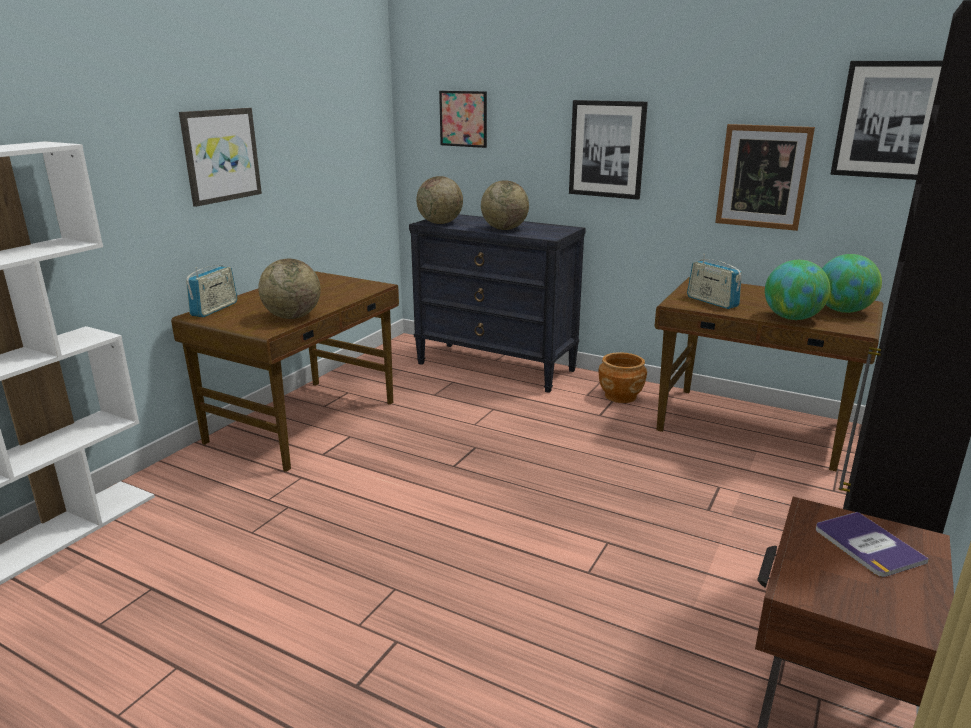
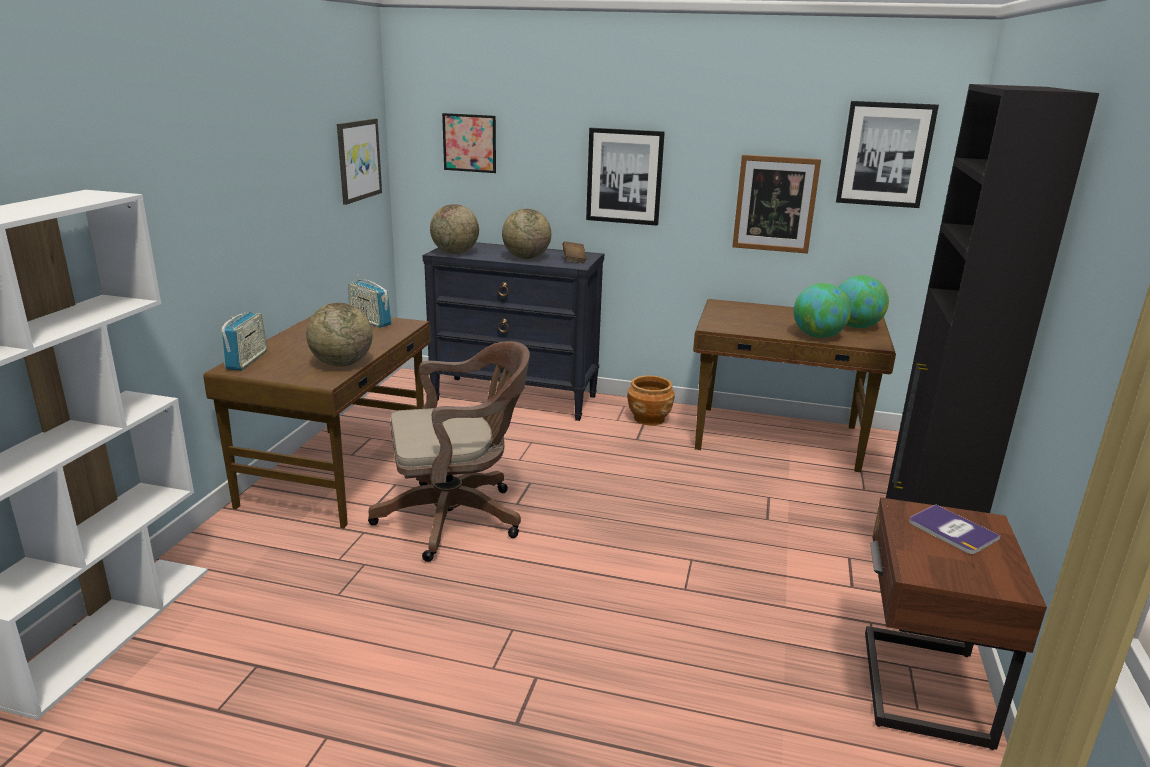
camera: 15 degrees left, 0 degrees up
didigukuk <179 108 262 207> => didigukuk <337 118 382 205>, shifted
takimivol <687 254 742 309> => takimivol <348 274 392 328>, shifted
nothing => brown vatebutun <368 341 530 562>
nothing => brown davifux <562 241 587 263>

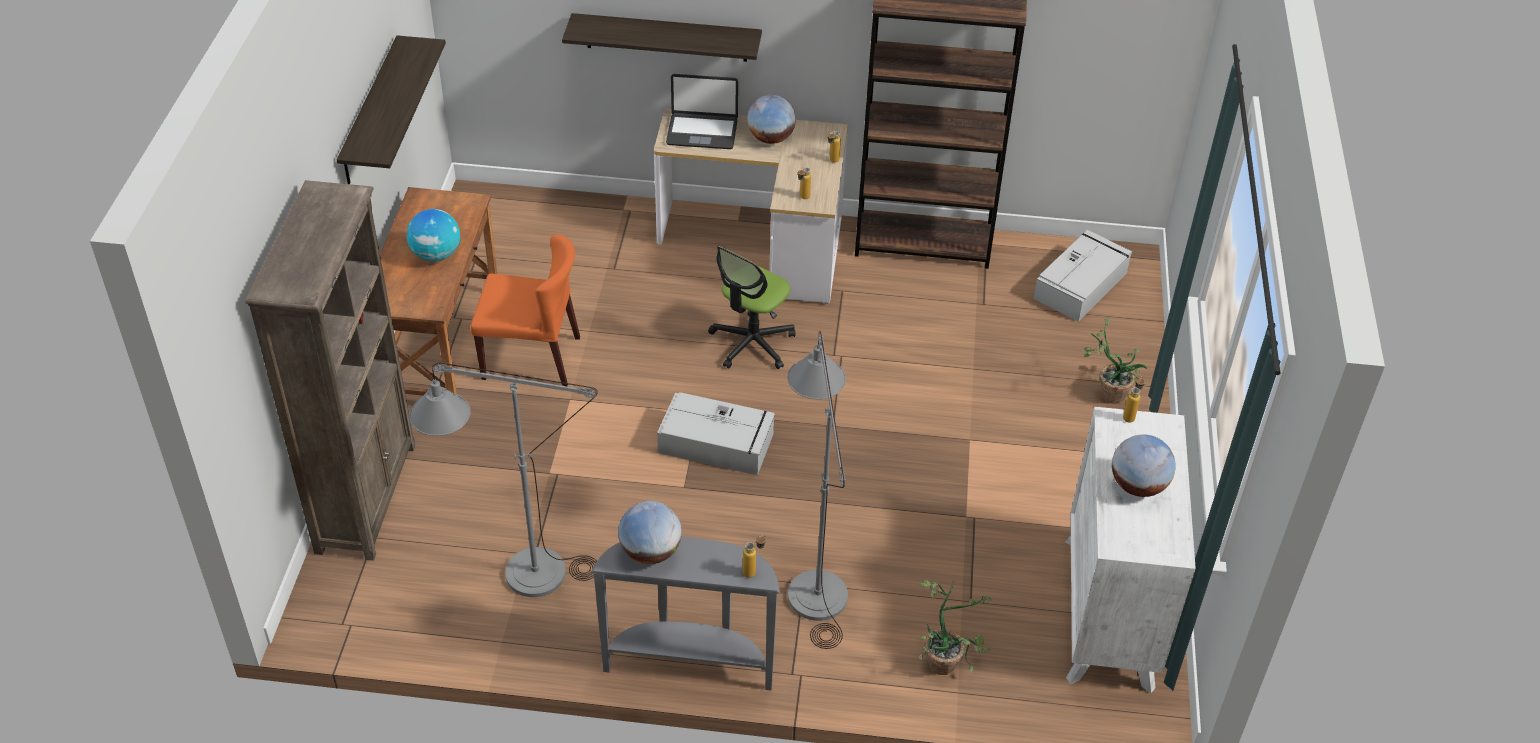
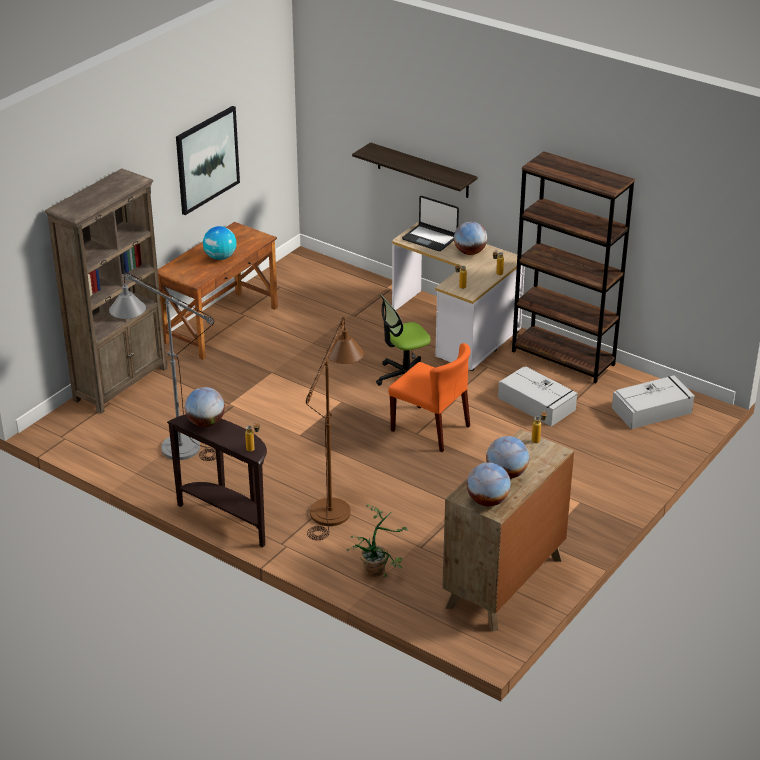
camera: 30 degrees right, 10 degrees down
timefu <337 35 446 184> => didigukuk <176 106 240 215>
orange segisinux <471 234 580 386> => orange segisinux <388 343 471 452>, shifted
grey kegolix <591 537 780 691> => brown kegolix <167 414 267 547>
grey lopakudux <657 392 775 475> => grey lopakudux <498 367 578 426>, shifted
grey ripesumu <787 331 848 649> => brown ripesumu <306 317 364 540>
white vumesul <1065 407 1196 693> => brown vumesul <442 429 574 632>
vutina <1084 319 1147 404> => nothing
nothing => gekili <467 462 511 506>

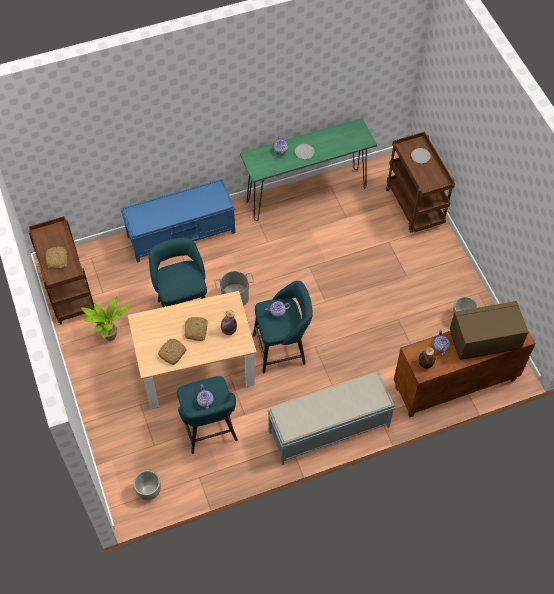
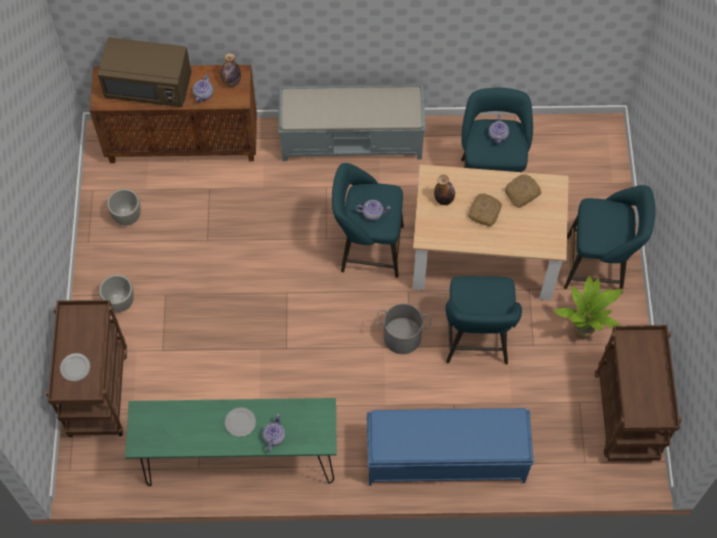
camera: 160 degrees left, 5 degrees up
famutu <46 247 68 269> => nothing
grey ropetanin <133 470 161 500> => grey ropetanin <99 275 134 312>, shifted
nothing => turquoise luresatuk <564 185 655 294>

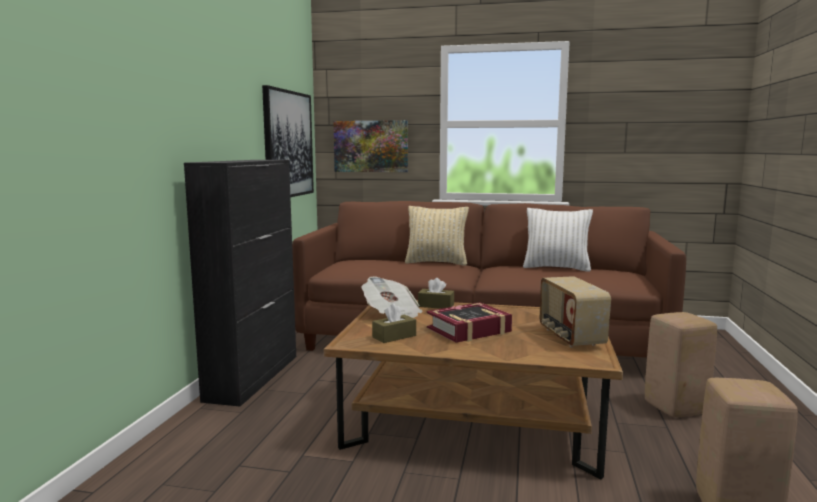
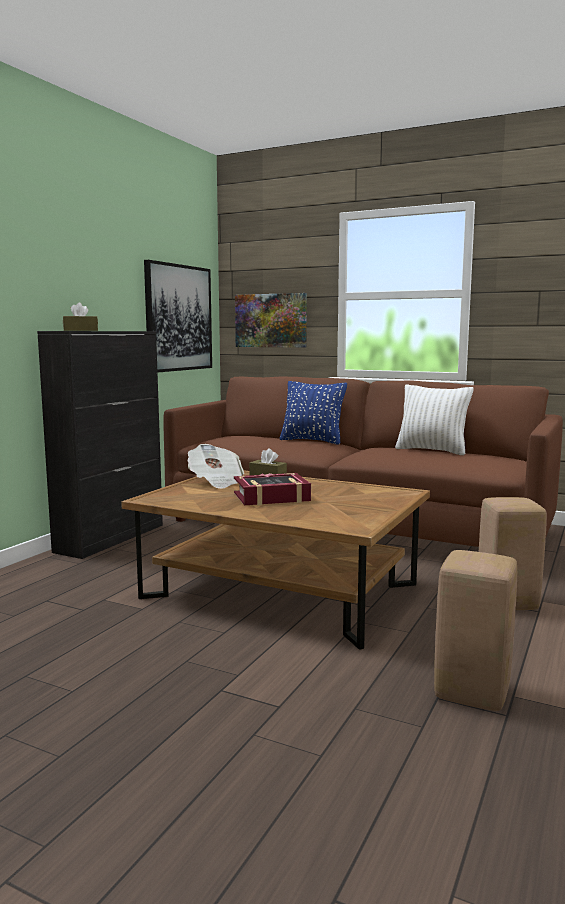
camera: 15 degrees right, 0 degrees up
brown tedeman <372 303 416 343> => brown tedeman <63 303 98 331>, shifted
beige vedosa <405 206 469 266> => blue vedosa <280 381 347 445>
takimivol <540 276 611 347> => nothing

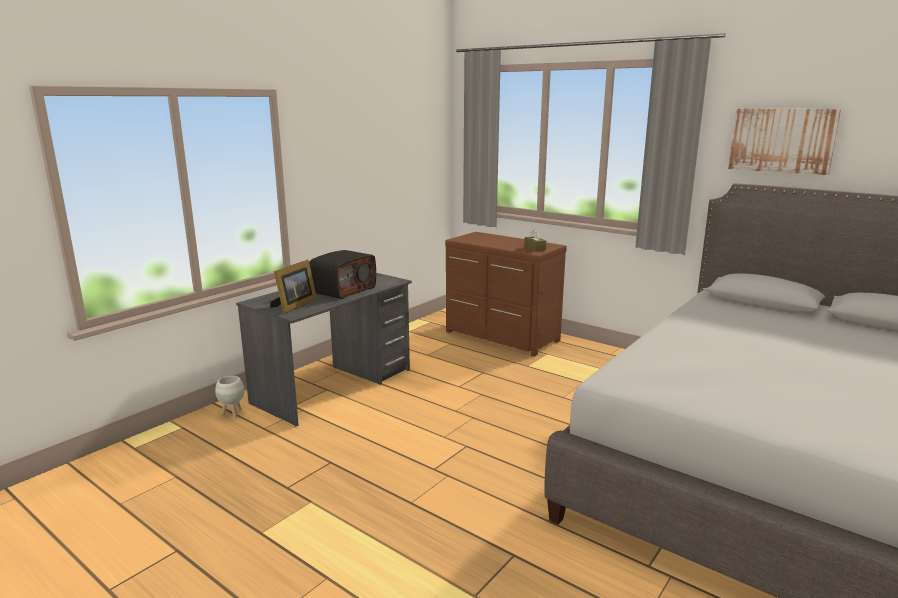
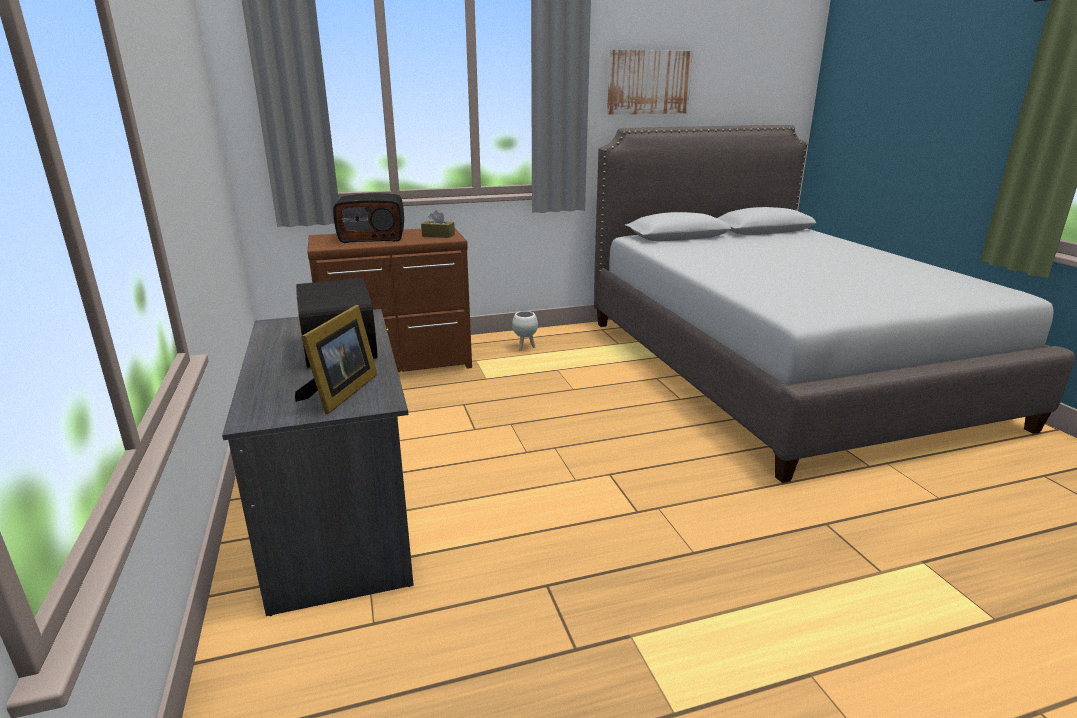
camera: 55 degrees left, 5 degrees up
white ropetanin <215 376 245 418> => white ropetanin <512 311 538 351>, shifted
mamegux <270 260 317 314> => mamegux <295 305 378 414>, 45 degrees clockwise
nothing => takimivol <333 193 404 243>

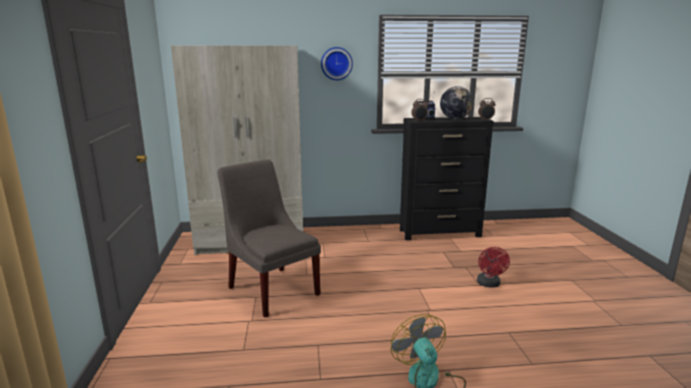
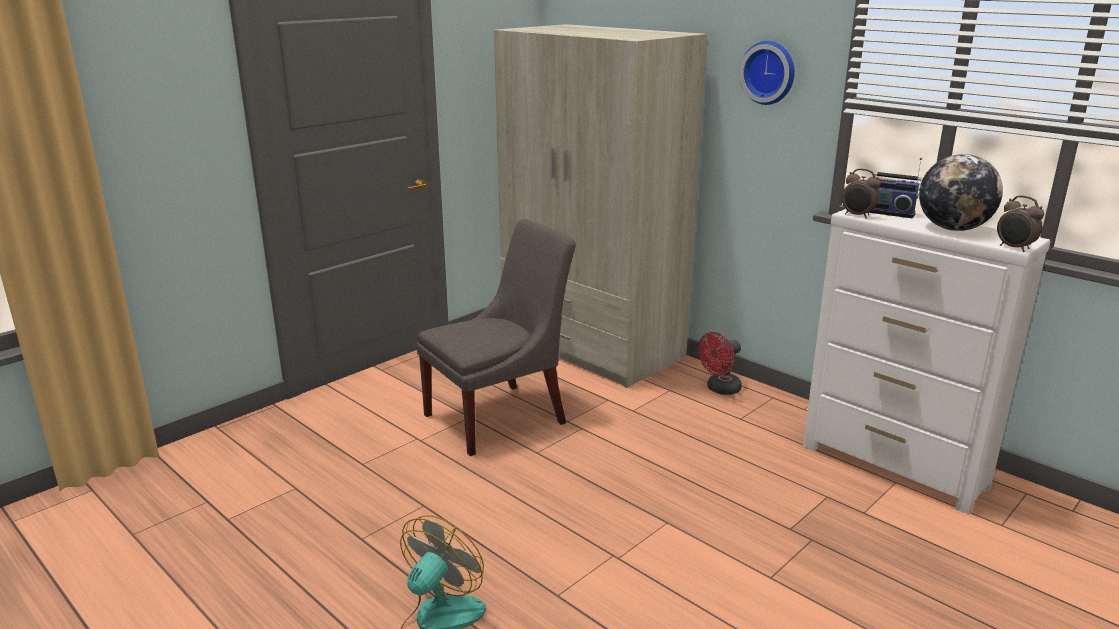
camera: 50 degrees right, 5 degrees up
grey segisinux <217 160 321 317> => grey segisinux <417 219 576 456>, 45 degrees clockwise
black vumesul <400 117 494 240> => white vumesul <803 209 1050 514>
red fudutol <477 247 510 287> => red fudutol <698 332 742 395>, shifted

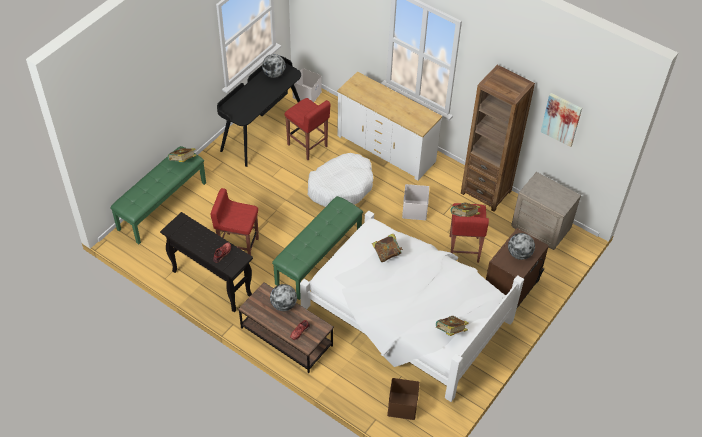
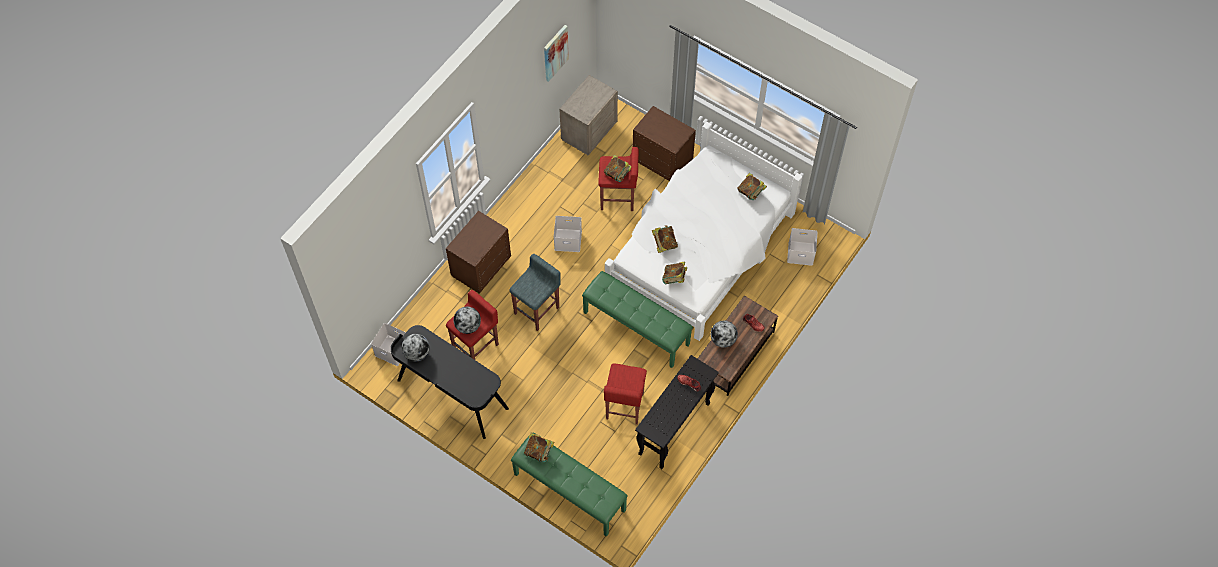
camera: 90 degrees left, 10 degrees up
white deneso <308 153 373 207> => grey luresatuk <509 254 561 331>
white vumesul <337 72 442 181> => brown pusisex <446 211 511 293>
brown lopakudux <387 378 420 420> => white lopakudux <787 228 818 266>
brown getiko <461 65 535 212> => nothing
gekili <508 233 535 260> => gekili <453 307 481 334>, shifted
nothing => davifux <662 261 687 284>

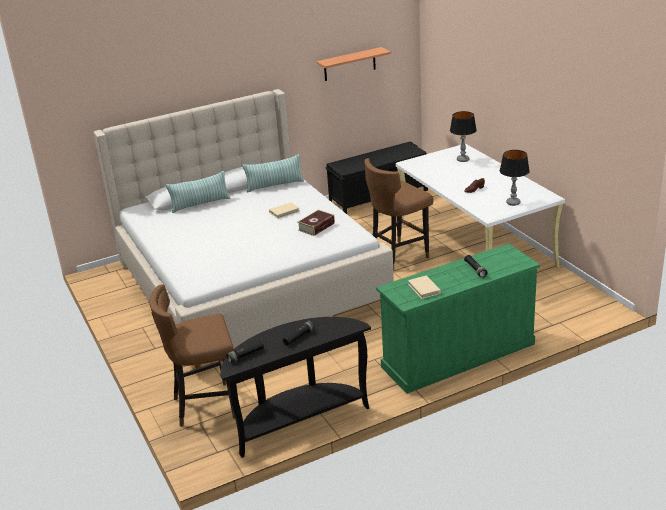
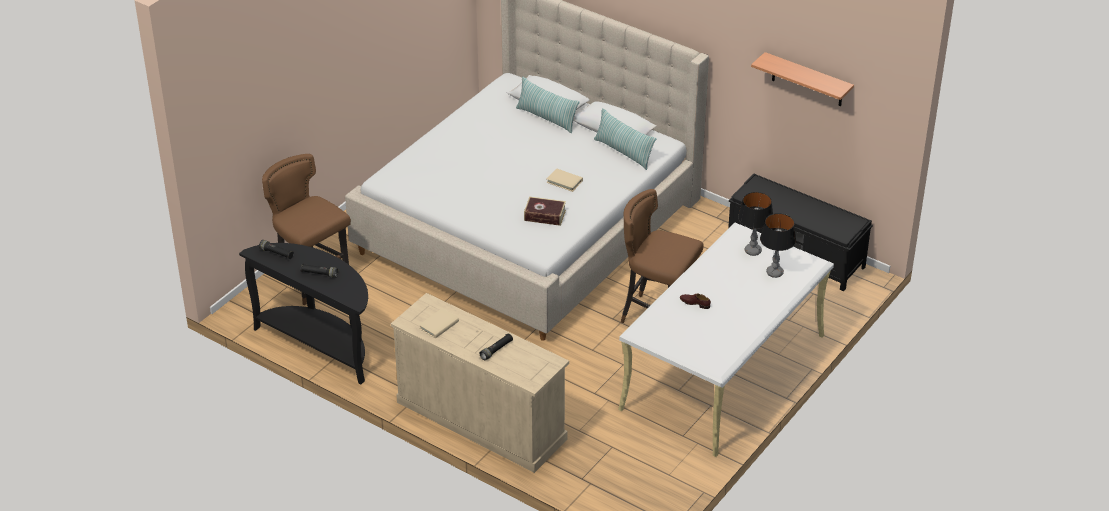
camera: 60 degrees right, 10 degrees up
green vumesul <376 243 540 394> => beige vumesul <391 293 569 473>
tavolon <500 150 530 206> => tavolon <738 192 773 256>, shifted

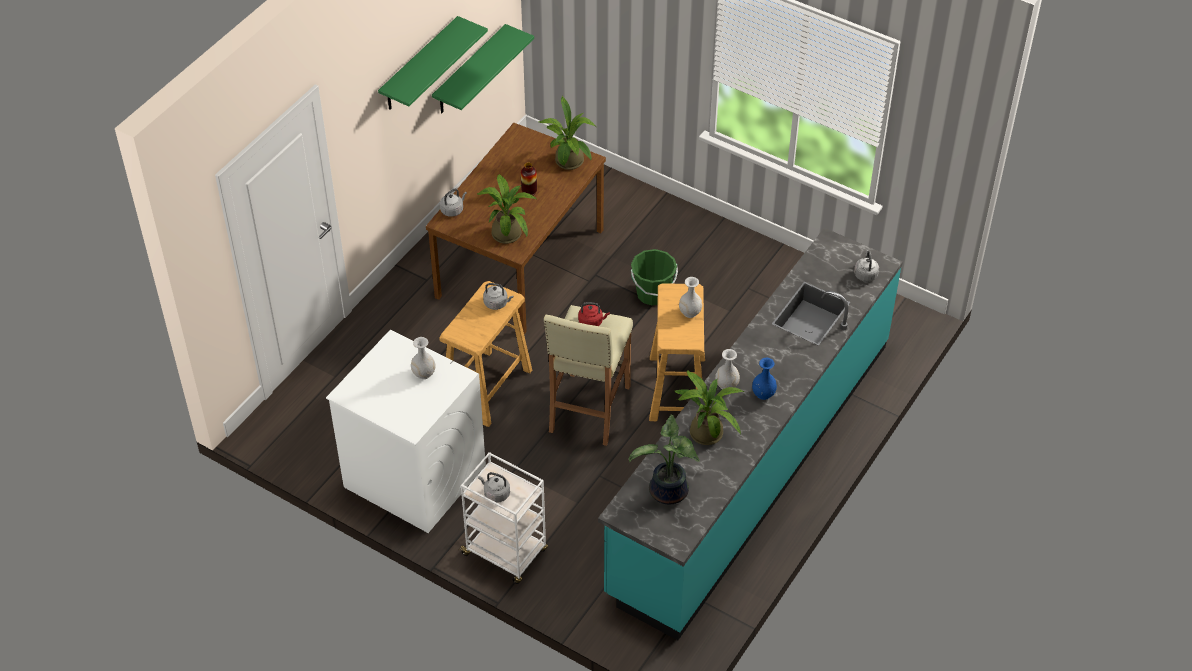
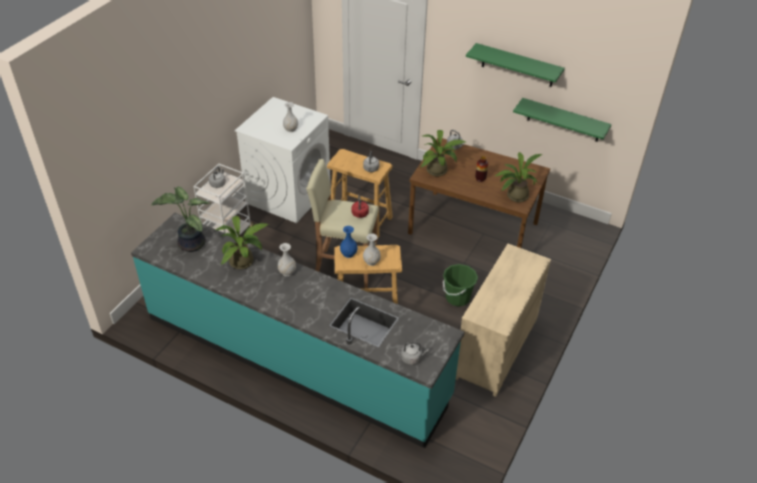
camera: 85 degrees right, 5 degrees down
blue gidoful <752 358 777 400> => blue gidoful <340 226 357 258>, shifted
nothing => beige vumesul <456 244 551 397>

